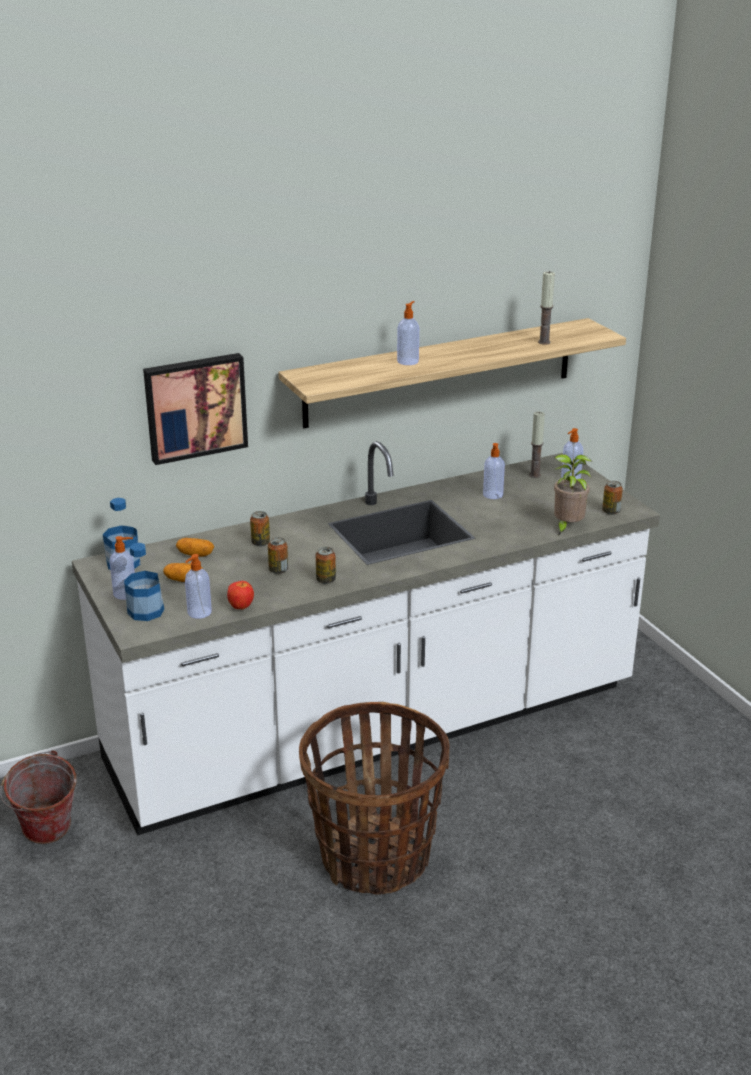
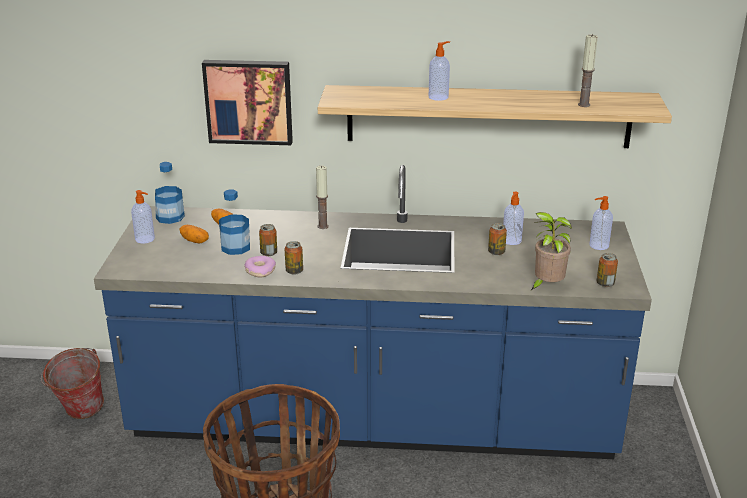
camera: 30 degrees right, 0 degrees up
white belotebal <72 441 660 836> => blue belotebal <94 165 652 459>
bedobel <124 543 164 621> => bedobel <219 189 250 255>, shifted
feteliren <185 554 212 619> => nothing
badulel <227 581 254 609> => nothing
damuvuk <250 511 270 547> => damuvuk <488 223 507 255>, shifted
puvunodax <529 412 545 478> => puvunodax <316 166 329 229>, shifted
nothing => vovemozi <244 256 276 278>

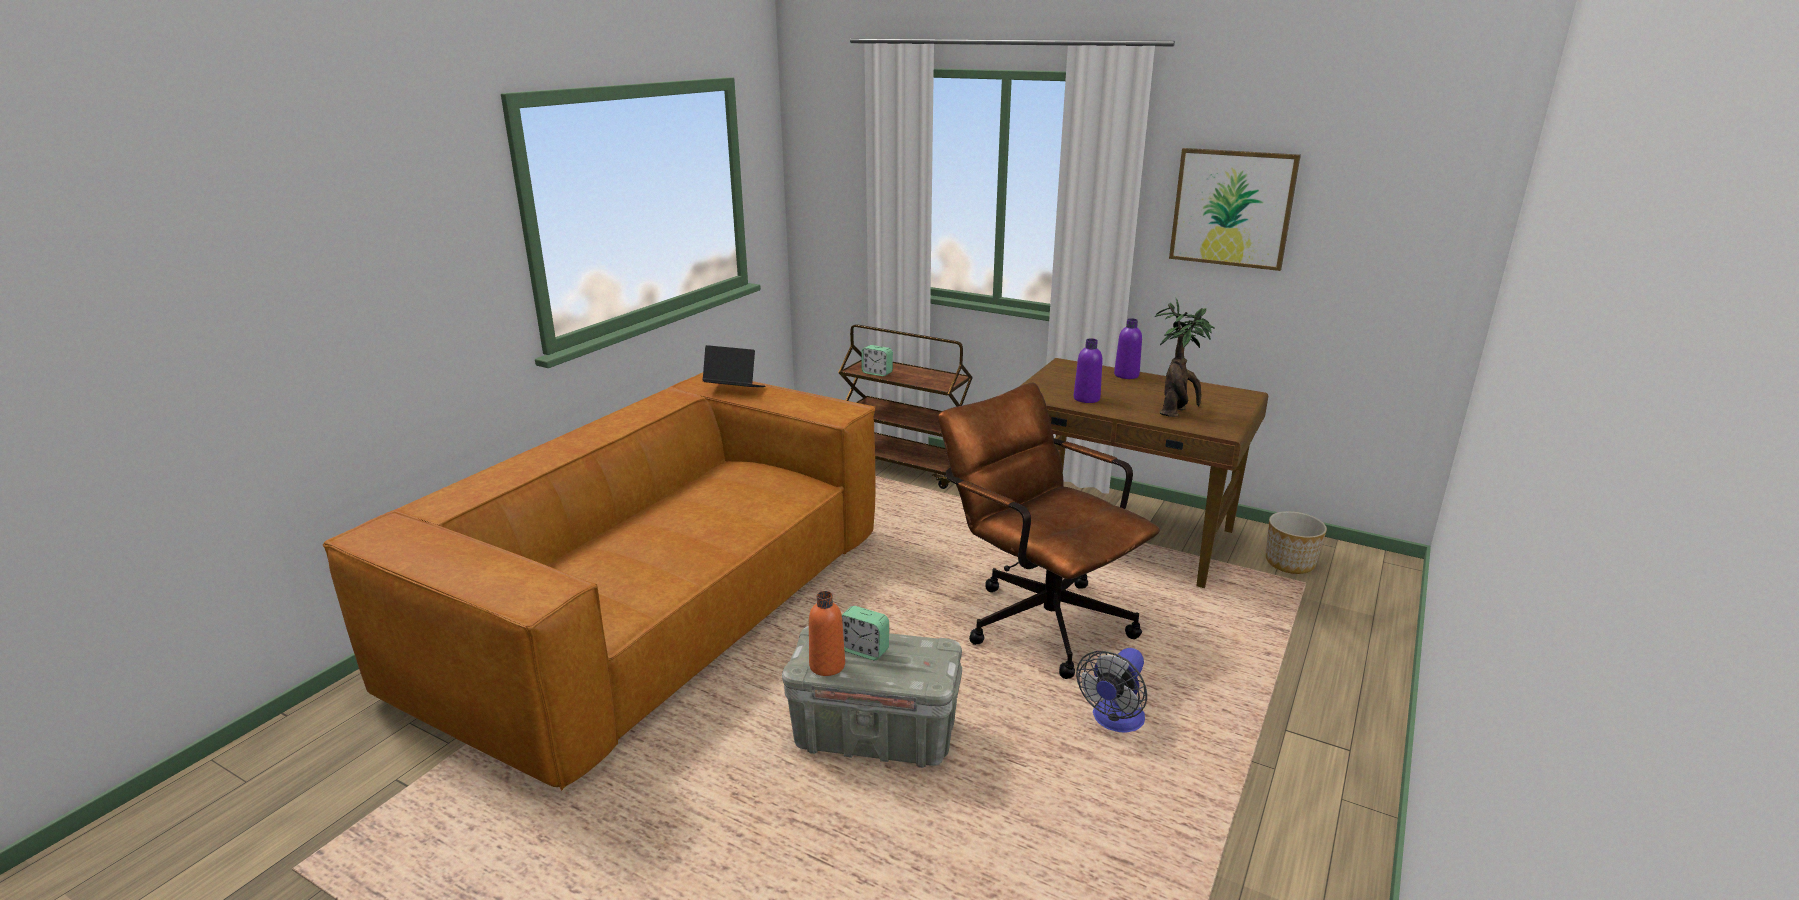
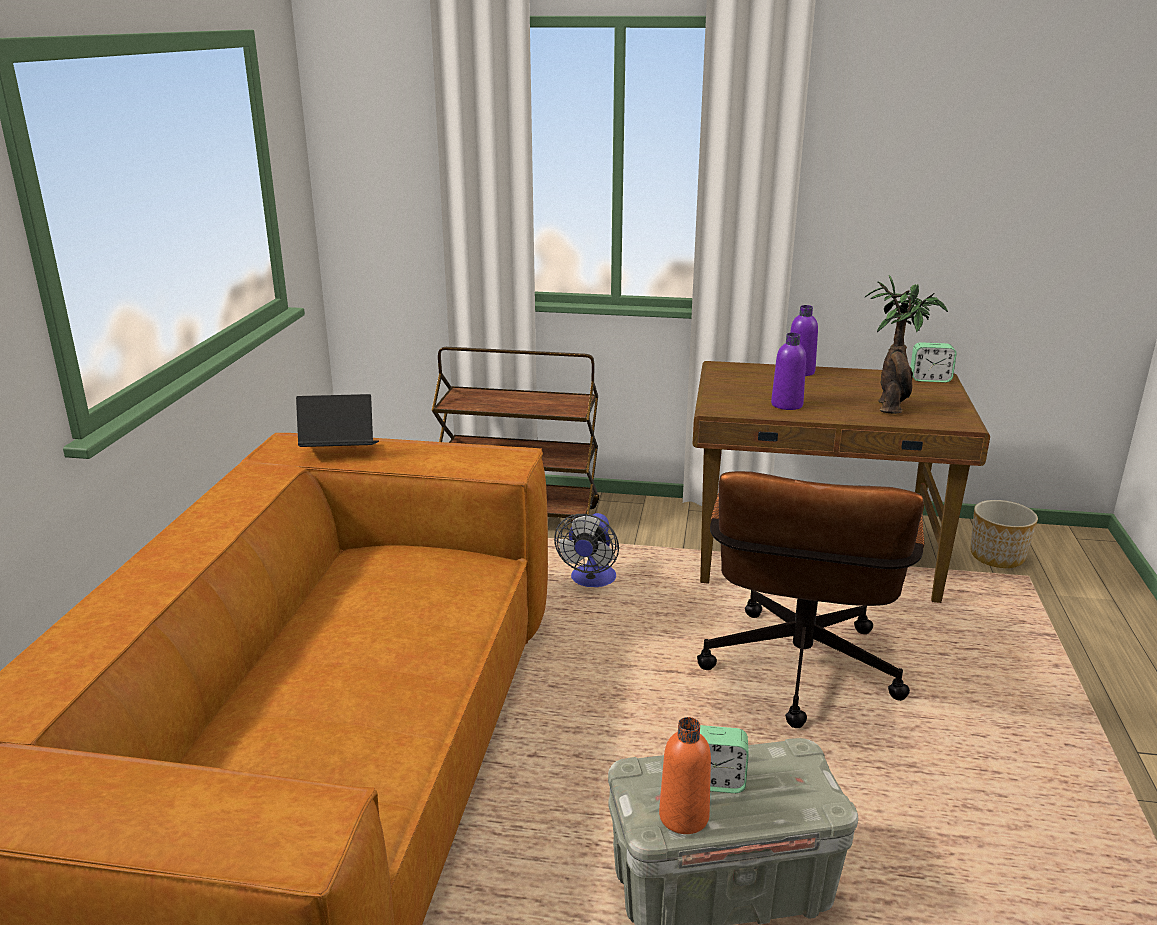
camera: 20 degrees left, 0 degrees up
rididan <861 345 893 376> => rididan <911 342 957 383>, shifted
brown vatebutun <938 383 1160 679> => brown vatebutun <697 471 925 728>, 105 degrees counterclockwise
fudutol <1076 648 1147 733> => fudutol <554 513 619 587>, shifted
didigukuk <1169 148 1301 271> => nothing

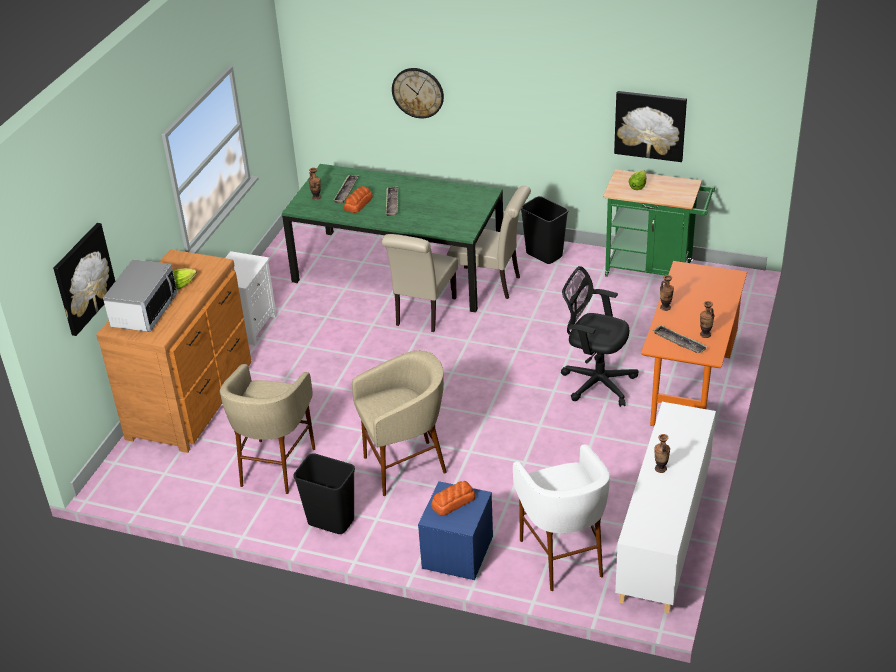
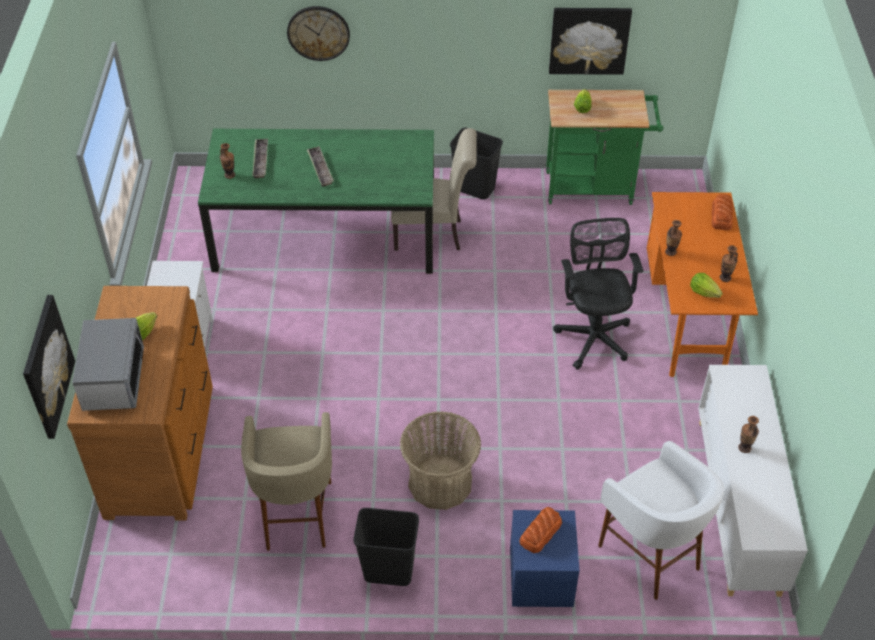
camera: 20 degrees left, 10 degrees up
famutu <344 186 373 213> => famutu <712 194 733 230>, shifted
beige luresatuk <352 350 447 496> => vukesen <400 411 481 510>
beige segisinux <382 234 458 332> => nothing
black vatebutun <561 266 639 407> => black vatebutun <553 218 643 370>, 75 degrees clockwise
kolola <653 324 707 353> => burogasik <690 273 723 298>

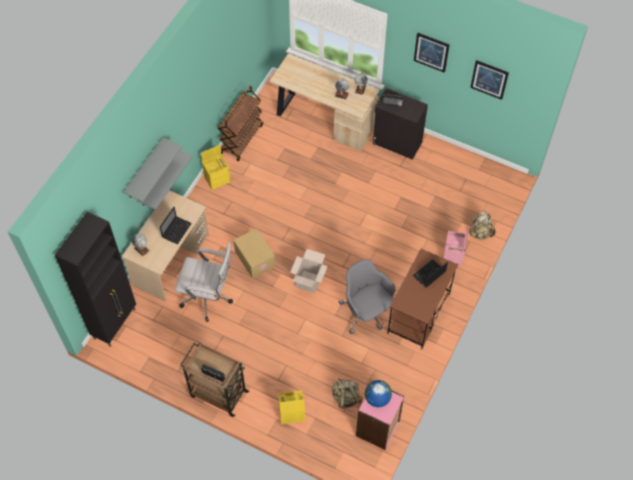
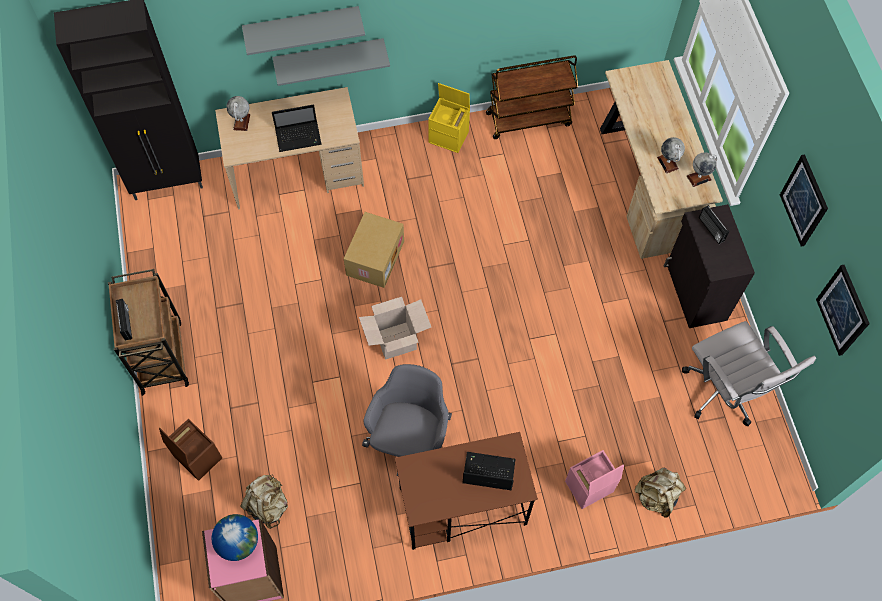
camera: 50 degrees right, 5 degrees up
white vatebutun <175 243 233 322> => white vatebutun <682 321 816 427>, shifted
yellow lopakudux <278 390 305 424> => brown lopakudux <159 419 222 481>

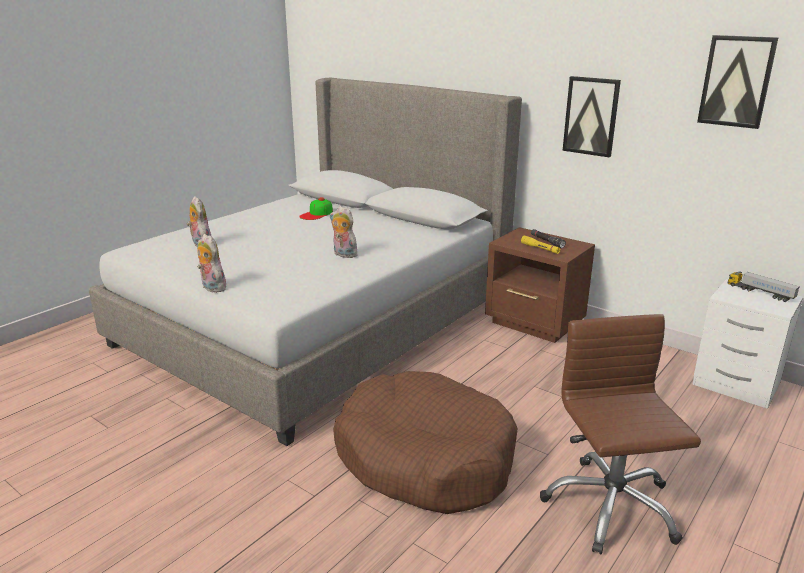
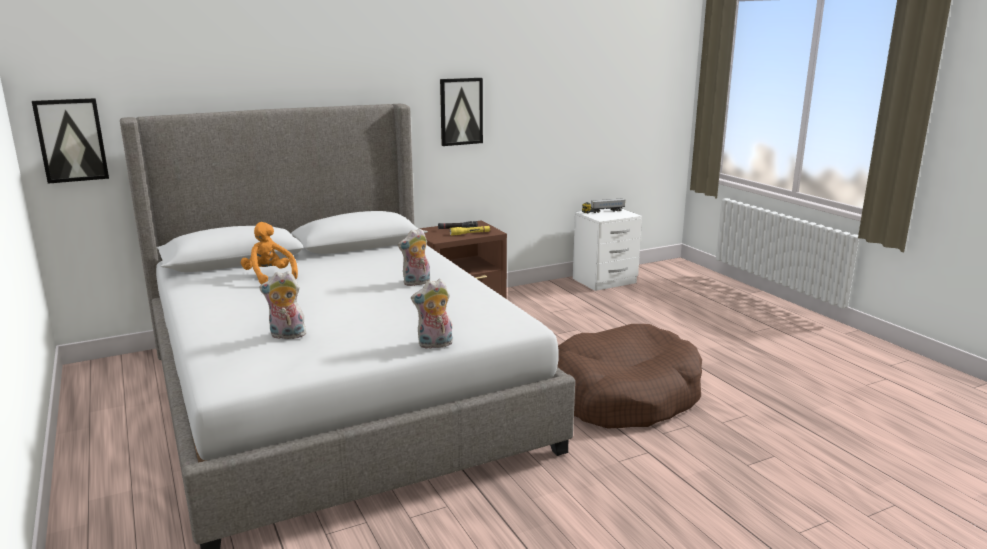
camera: 65 degrees left, 5 degrees down
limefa <299 197 333 220> => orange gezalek <241 222 298 284>
brown vatebutun <540 314 701 554> => nothing
didigukuk <697 35 779 129> => didigukuk <32 98 109 184>, shifted

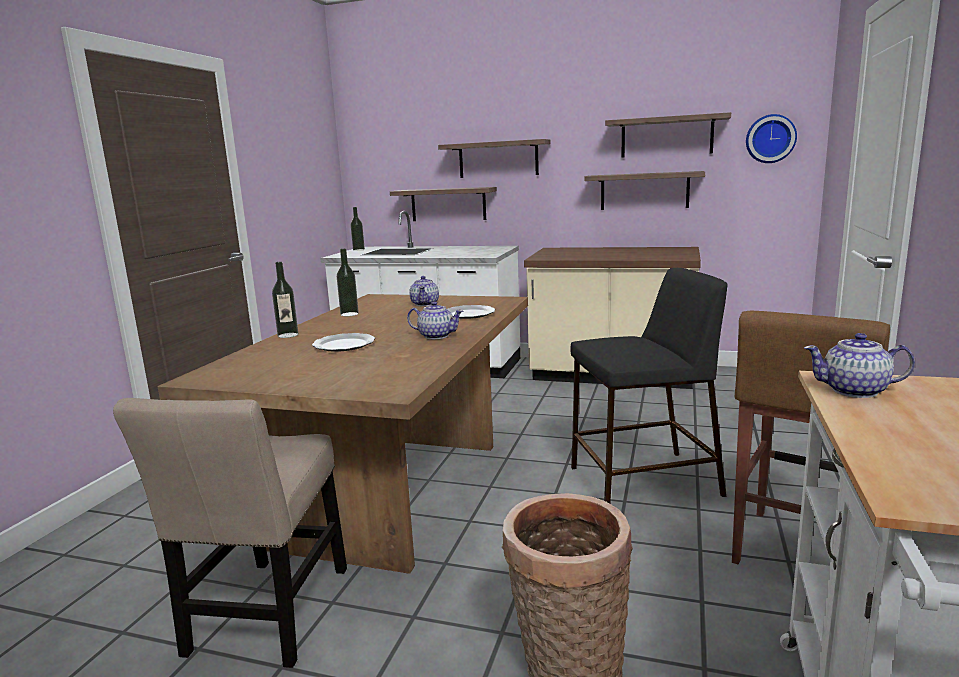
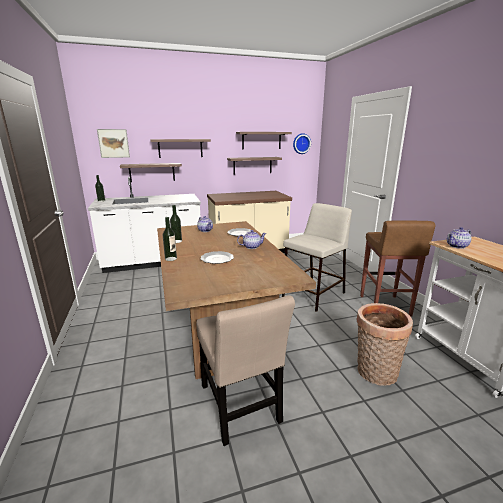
camera: 35 degrees left, 5 degrees up
black luresatuk <570 268 728 504> => beige luresatuk <282 203 352 312>
nothing => didigukuk <97 129 130 158>

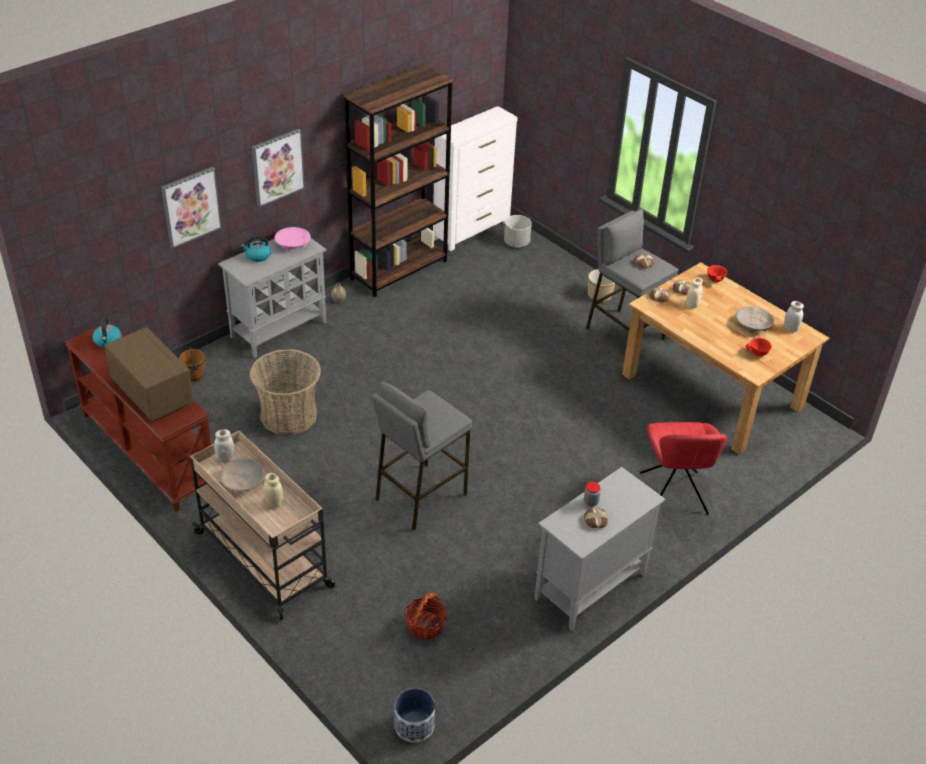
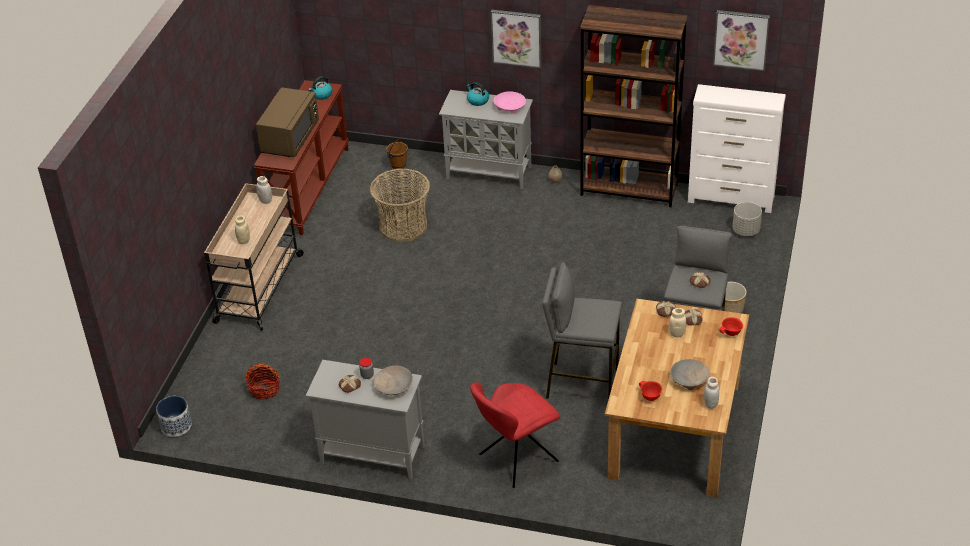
camera: 60 degrees right, 0 degrees up
didigukuk <161 167 222 249> => didigukuk <713 10 770 71>, shifted
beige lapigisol <220 458 264 492> => beige lapigisol <373 366 413 395>, shifted
grey luresatuk <372 382 472 530> => grey luresatuk <542 262 622 400>, shifted

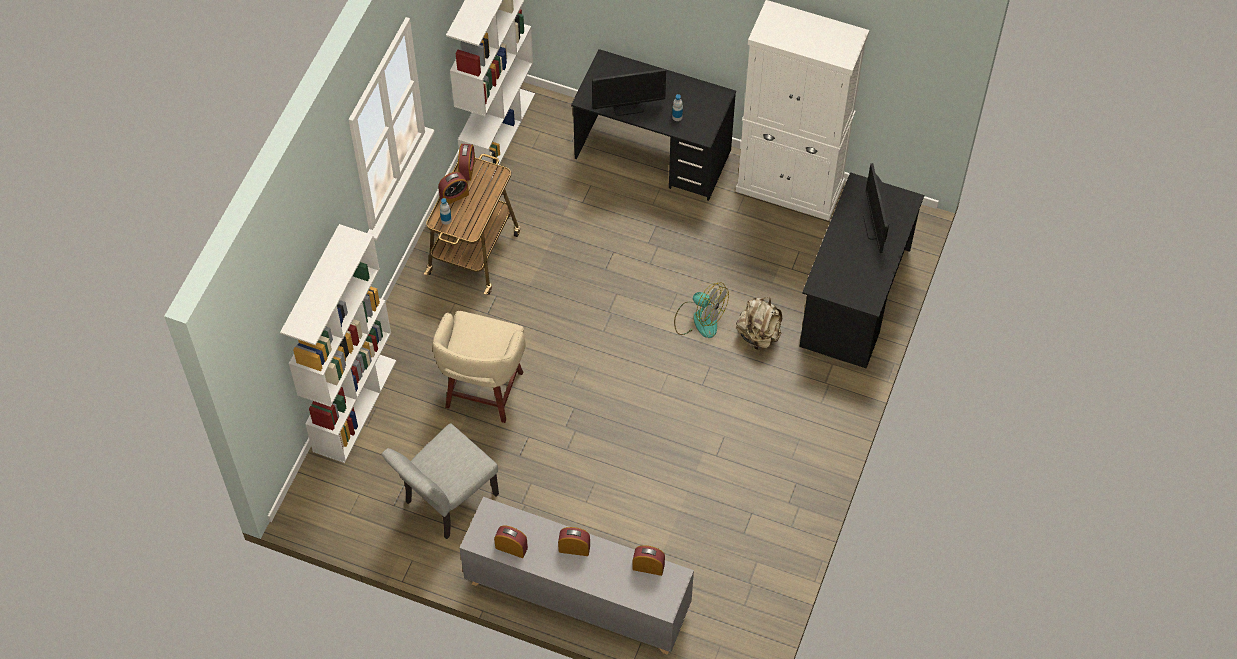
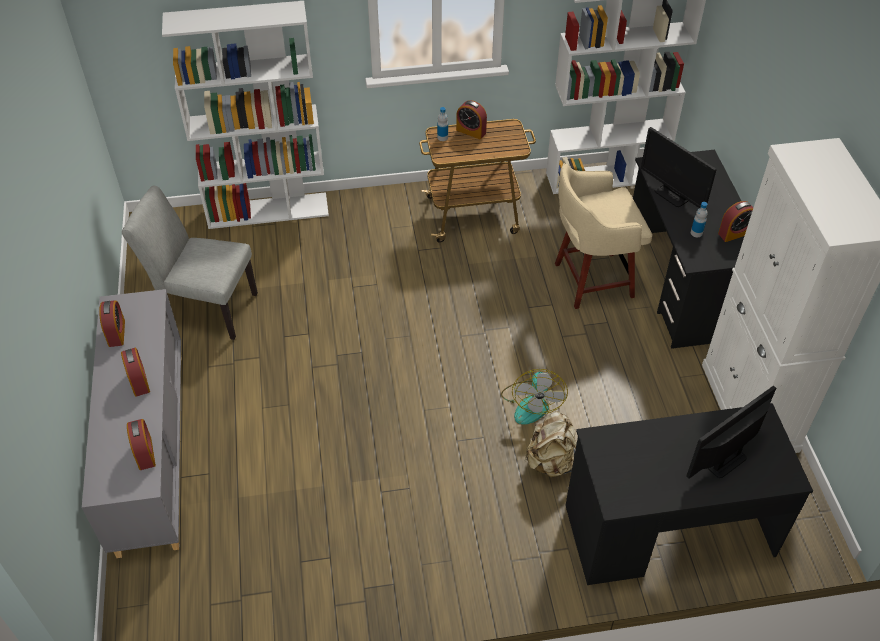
camera: 60 degrees right, 10 degrees down
beige luresatuk <432 311 526 423> => beige luresatuk <555 163 652 309>, shifted
rididan <458 144 475 181> => rididan <718 201 753 242>, shifted

